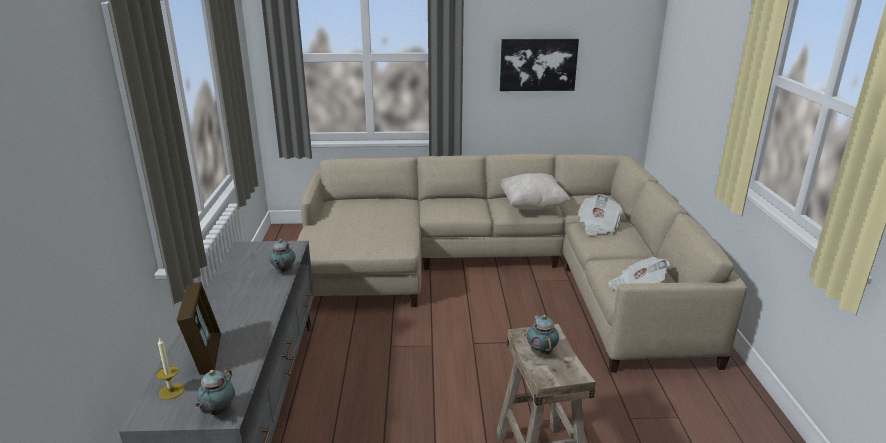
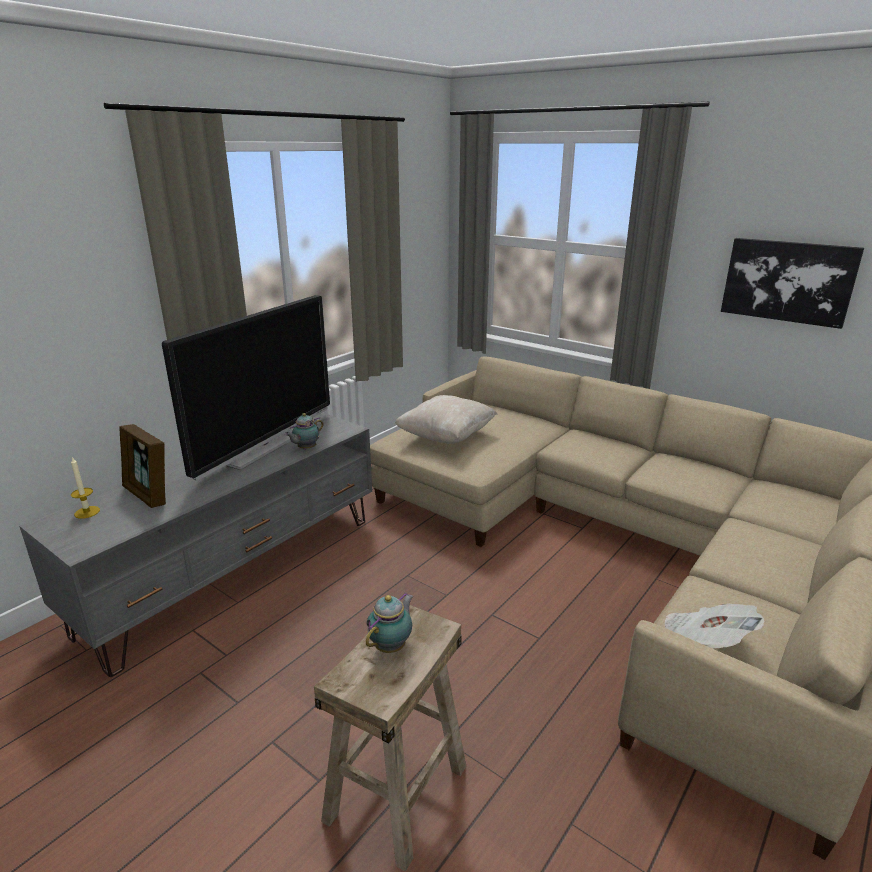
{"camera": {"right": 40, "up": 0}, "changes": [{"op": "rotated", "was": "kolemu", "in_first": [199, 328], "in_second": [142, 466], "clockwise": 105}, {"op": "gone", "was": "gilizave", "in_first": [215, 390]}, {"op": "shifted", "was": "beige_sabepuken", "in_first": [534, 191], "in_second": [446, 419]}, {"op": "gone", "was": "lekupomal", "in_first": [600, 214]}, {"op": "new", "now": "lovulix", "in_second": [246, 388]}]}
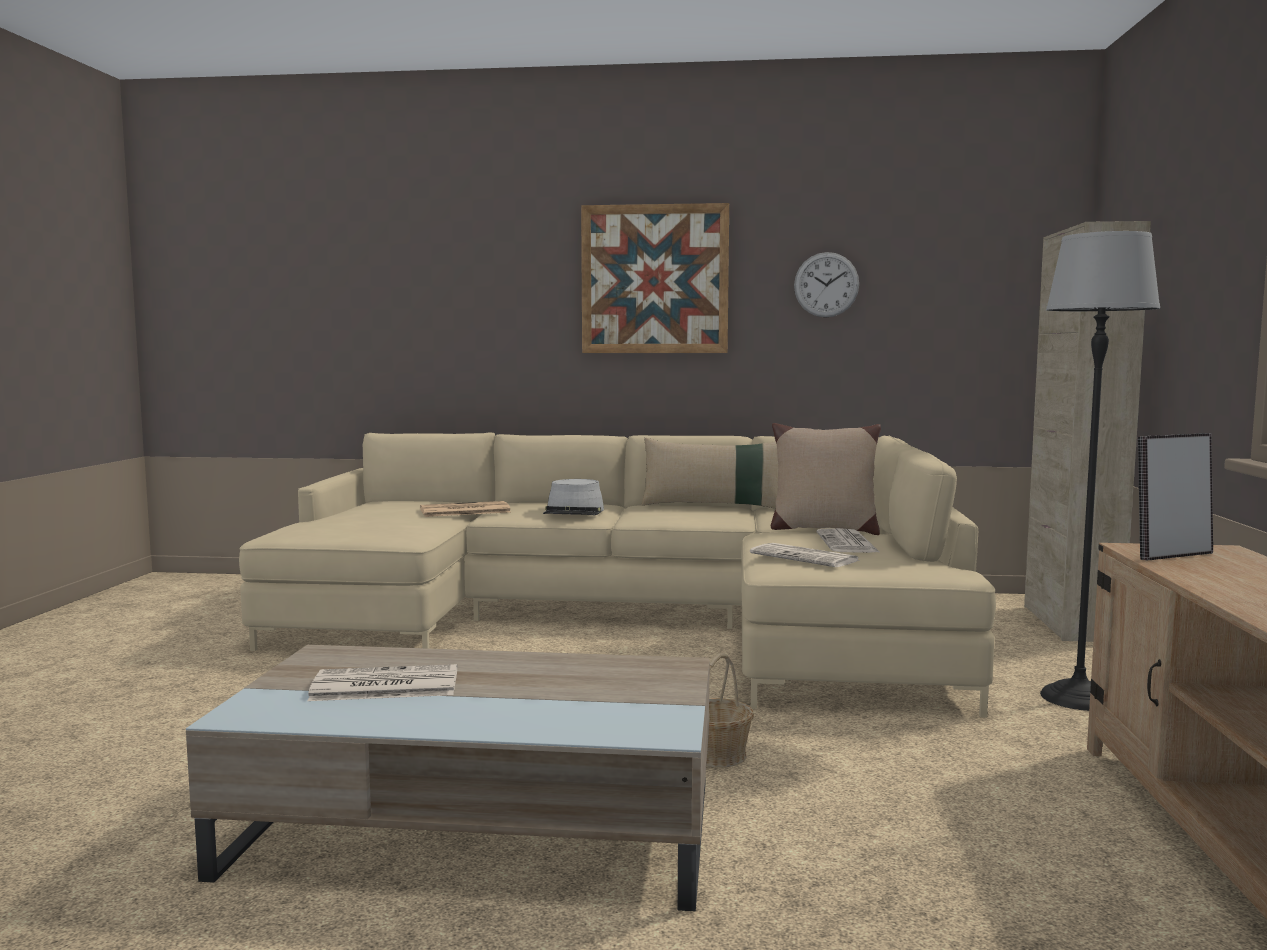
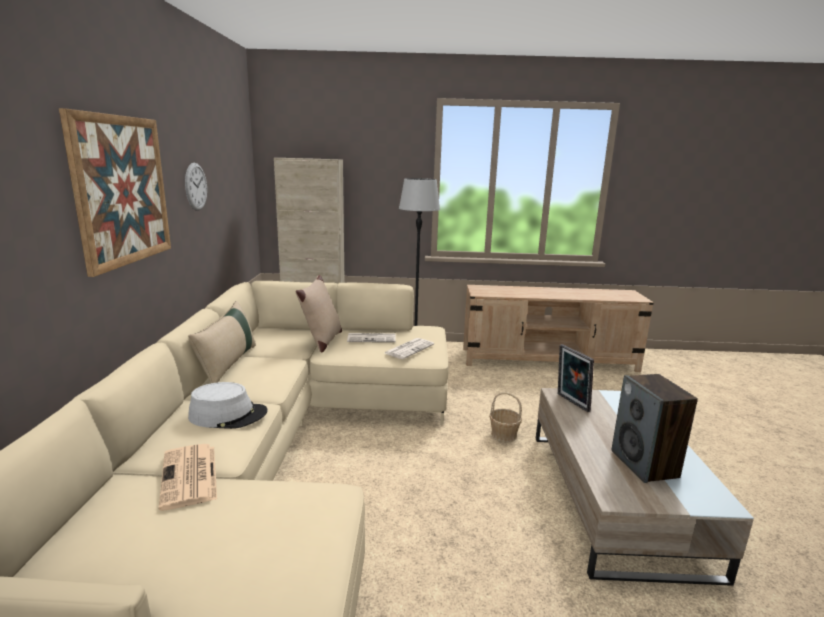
{"camera": {"right": -95, "up": 10}, "changes": [{"op": "swapped", "was": "lekupomal", "now": "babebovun", "in_first": [382, 682], "in_second": [654, 428]}, {"op": "shifted", "was": "kolemu", "in_first": [1175, 496], "in_second": [576, 378]}]}
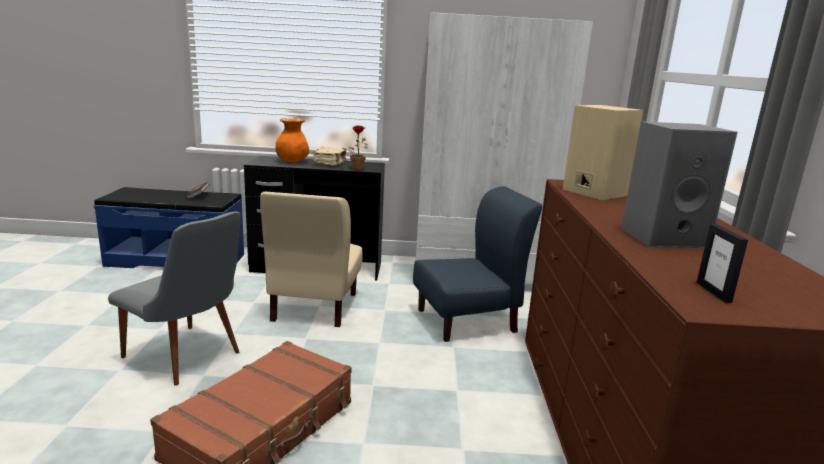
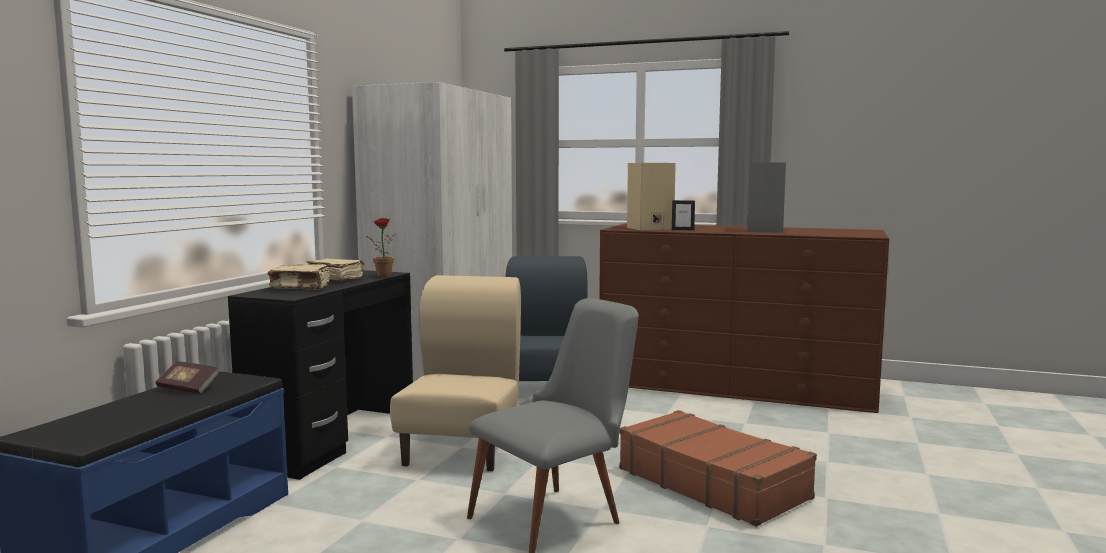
{"camera": {"right": -70, "up": -10}, "changes": [{"op": "rotated", "was": "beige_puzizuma", "in_first": [311, 259], "in_second": [455, 373], "clockwise": -105}, {"op": "swapped", "was": "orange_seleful", "now": "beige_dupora", "in_first": [292, 140], "in_second": [298, 277]}, {"op": "shifted", "was": "kolemu", "in_first": [722, 263], "in_second": [683, 215]}]}
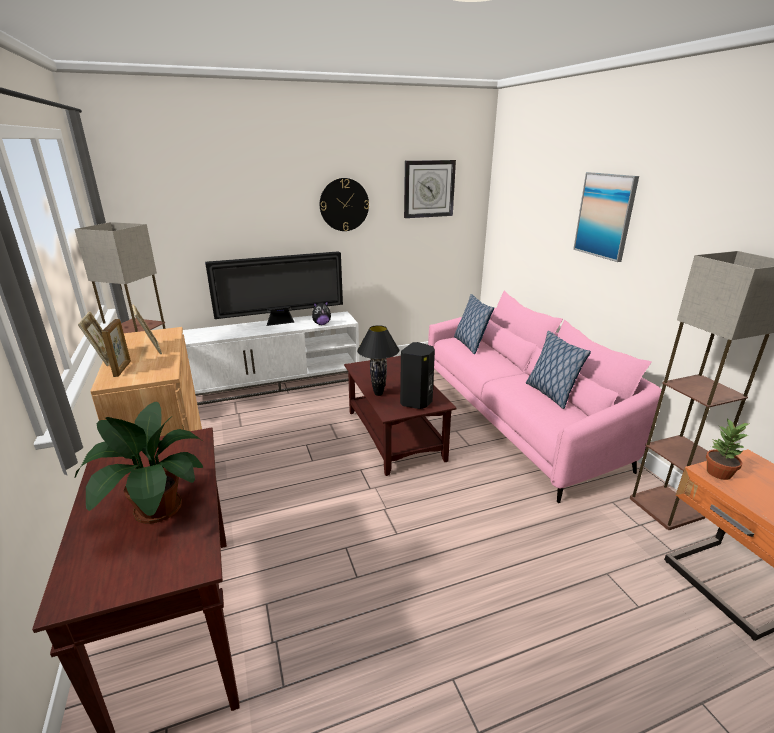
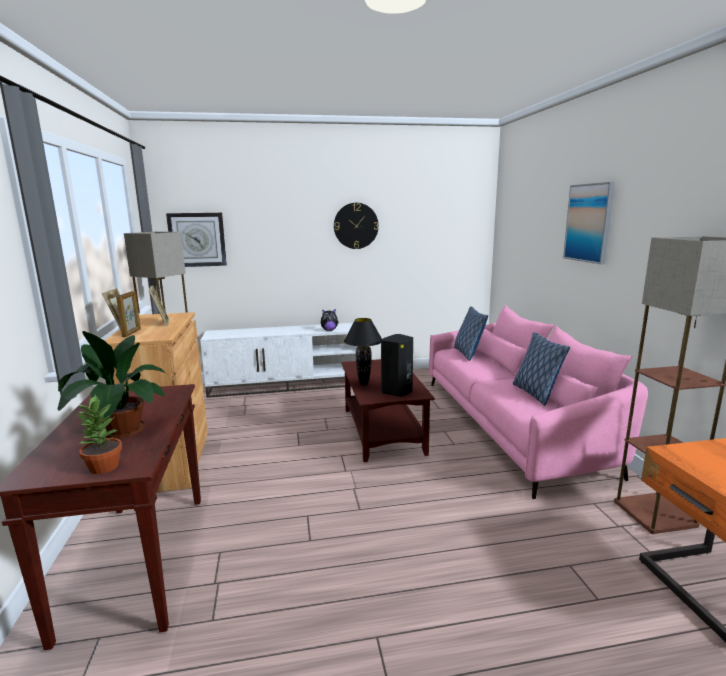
{"camera": {"right": 10, "up": -10}, "changes": [{"op": "gone", "was": "lovulix", "in_first": [274, 288]}, {"op": "shifted", "was": "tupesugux", "in_first": [430, 189], "in_second": [196, 240]}, {"op": "shifted", "was": "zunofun", "in_first": [728, 449], "in_second": [99, 434]}]}
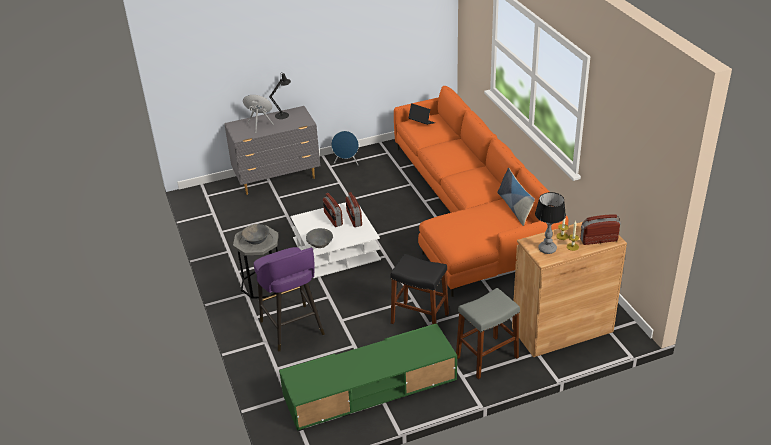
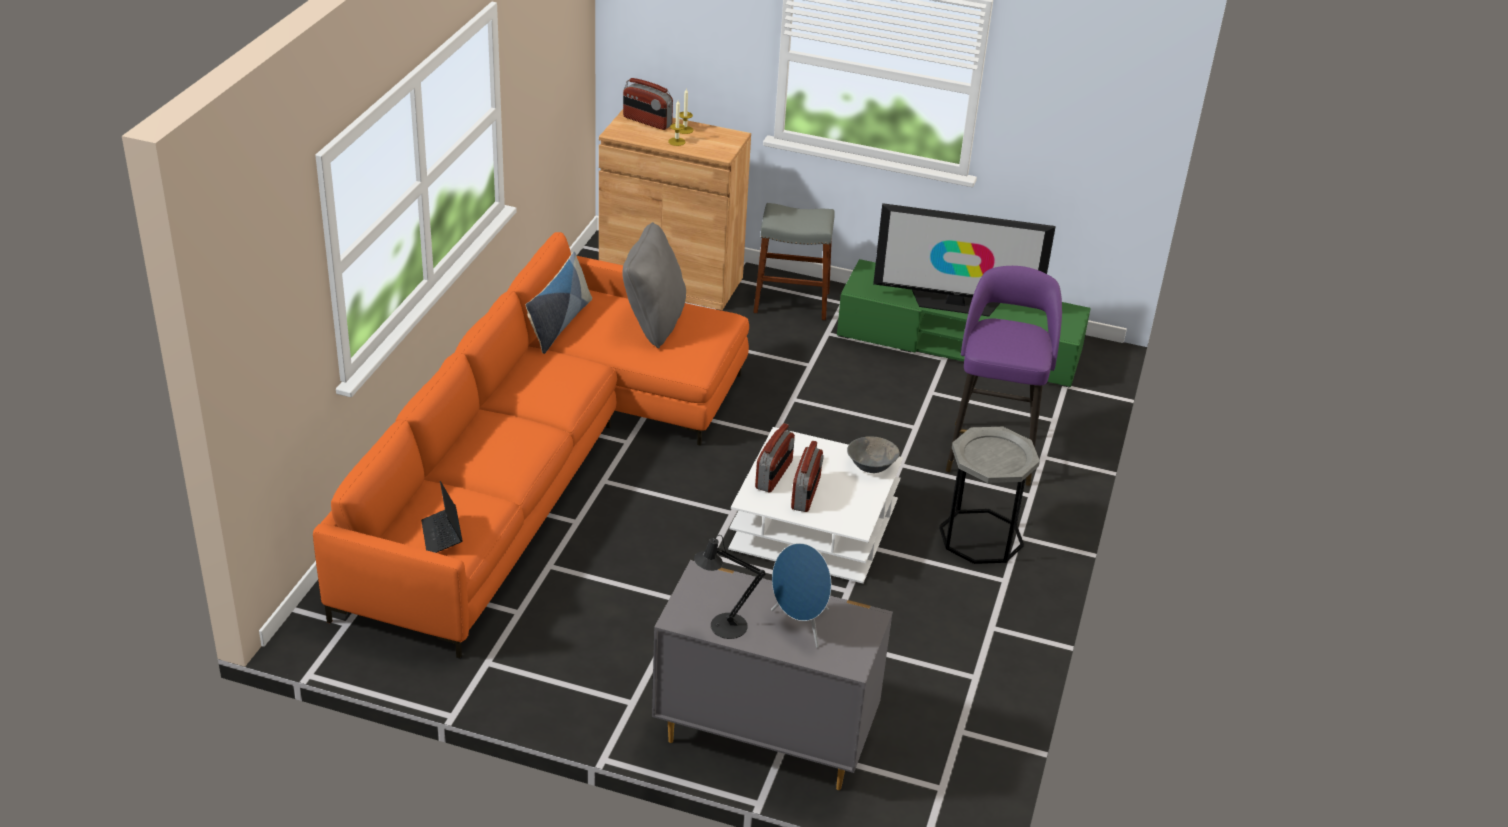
{"camera": {"right": -145, "up": 0}, "changes": [{"op": "gone", "was": "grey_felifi", "in_first": [255, 234]}, {"op": "gone", "was": "blue_babebovun", "in_first": [345, 148]}, {"op": "gone", "was": "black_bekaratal", "in_first": [419, 289]}, {"op": "gone", "was": "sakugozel", "in_first": [550, 223]}, {"op": "new", "now": "grey_sabepuken", "in_second": [654, 285]}, {"op": "new", "now": "lovulix", "in_second": [964, 259]}]}
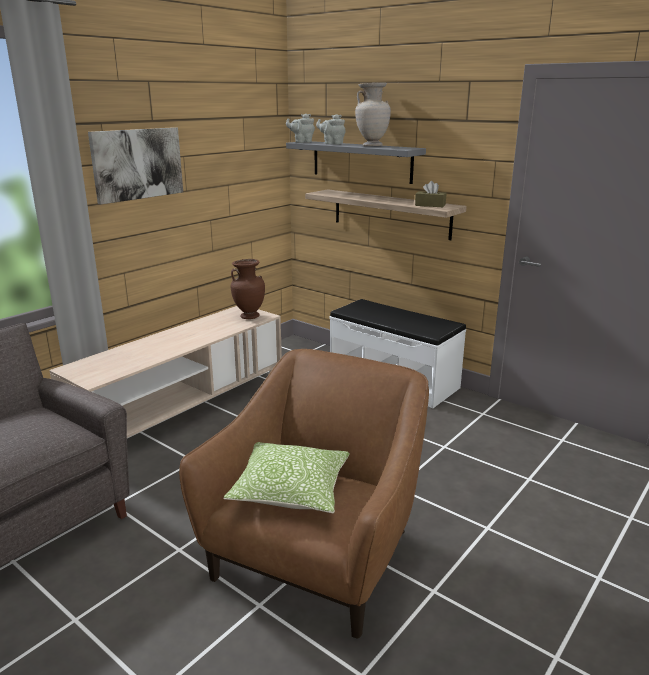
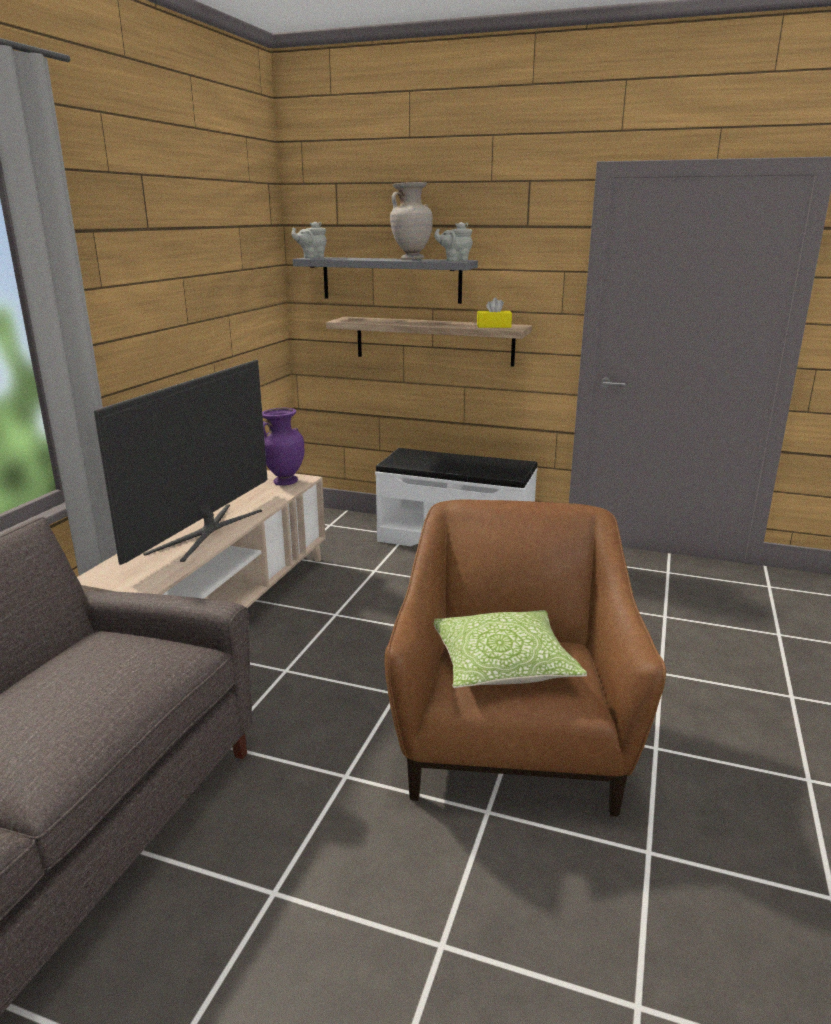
{"camera": {"right": -20, "up": 0}, "changes": [{"op": "gone", "was": "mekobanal", "in_first": [135, 165]}, {"op": "repainted", "was": "brown_seleful", "now": "purple_seleful", "in_first": [248, 289], "in_second": [283, 446]}, {"op": "shifted", "was": "grey_gilizave", "in_first": [331, 129], "in_second": [453, 241]}, {"op": "repainted", "was": "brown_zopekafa", "now": "yellow_zopekafa", "in_first": [430, 194], "in_second": [494, 313]}, {"op": "new", "now": "lovulix", "in_second": [180, 462]}]}
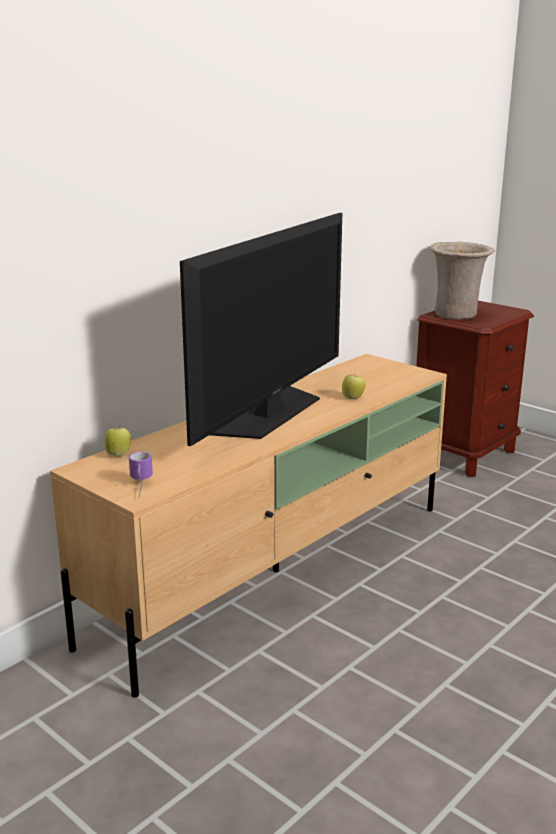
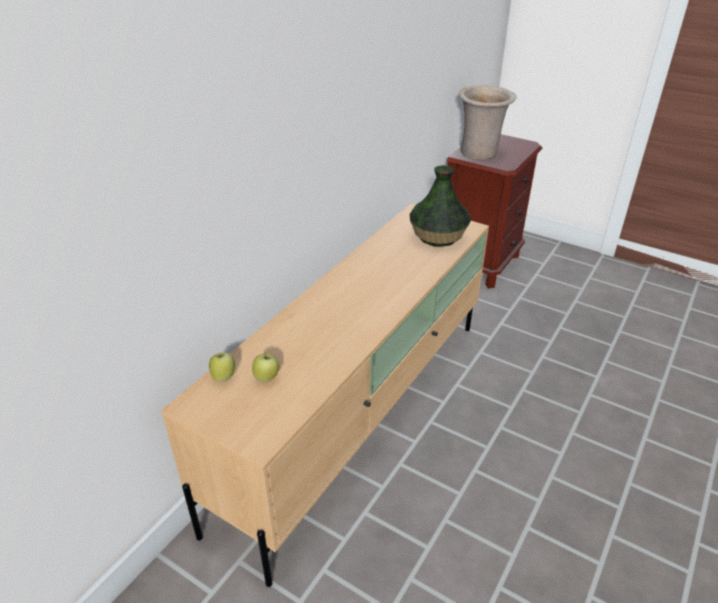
{"camera": {"right": -10, "up": 15}, "changes": [{"op": "gone", "was": "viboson", "in_first": [141, 475]}, {"op": "gone", "was": "lovulix", "in_first": [261, 329]}, {"op": "shifted", "was": "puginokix", "in_first": [354, 386], "in_second": [265, 368]}, {"op": "new", "now": "seleful", "in_second": [440, 206]}]}
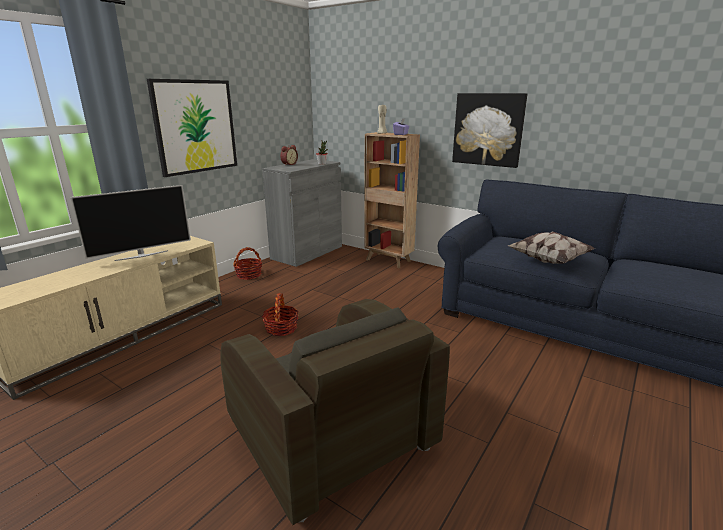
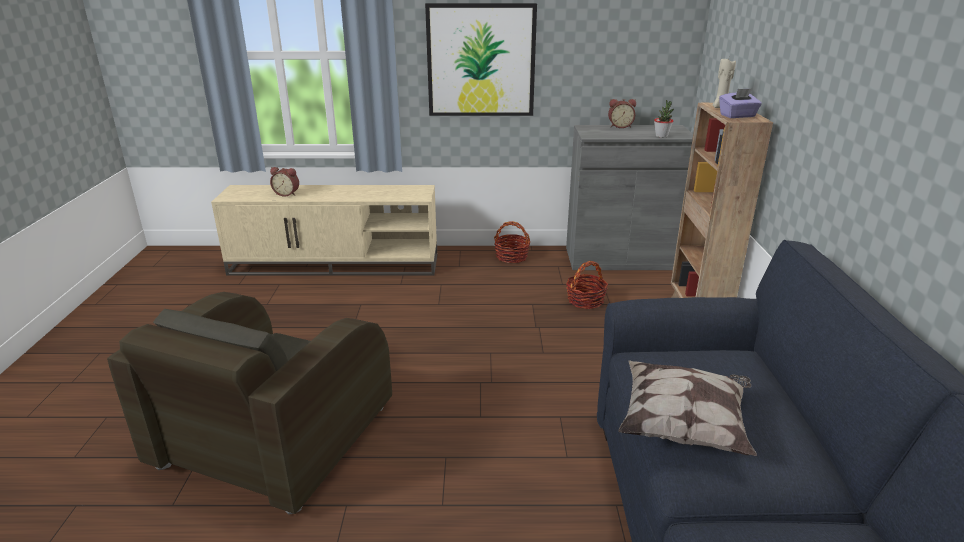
{"camera": {"right": 55, "up": 5}, "changes": [{"op": "gone", "was": "lovulix", "in_first": [130, 223]}, {"op": "shifted", "was": "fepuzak", "in_first": [280, 314], "in_second": [587, 285]}, {"op": "gone", "was": "mekobanal", "in_first": [489, 130]}, {"op": "new", "now": "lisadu", "in_second": [284, 182]}]}
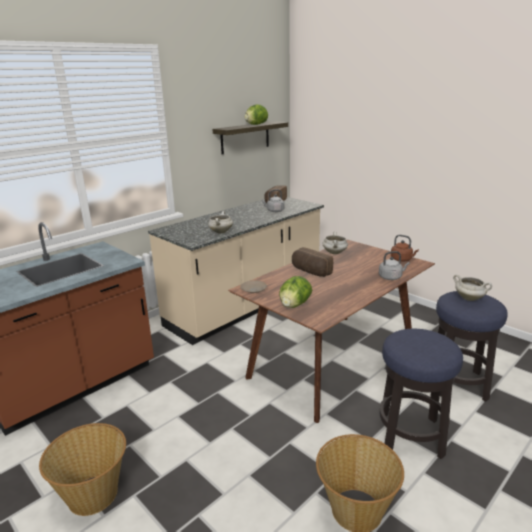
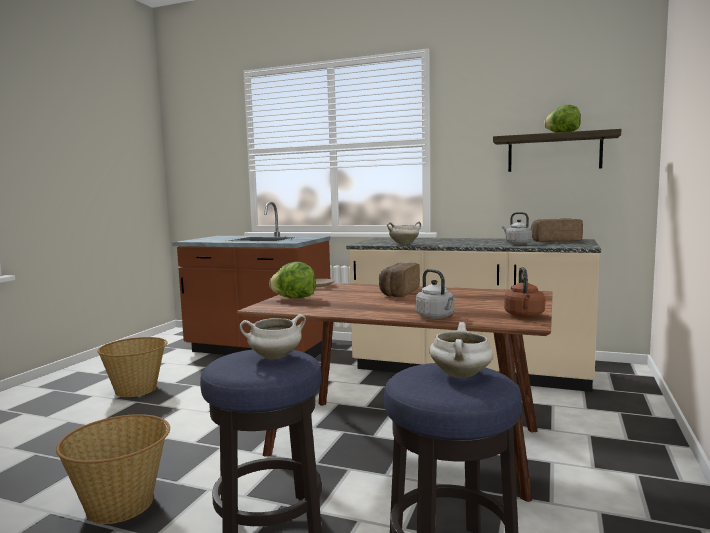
{"camera": {"right": 65, "up": -15}, "changes": [{"op": "shifted", "was": "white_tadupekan", "in_first": [335, 242], "in_second": [273, 336]}]}
